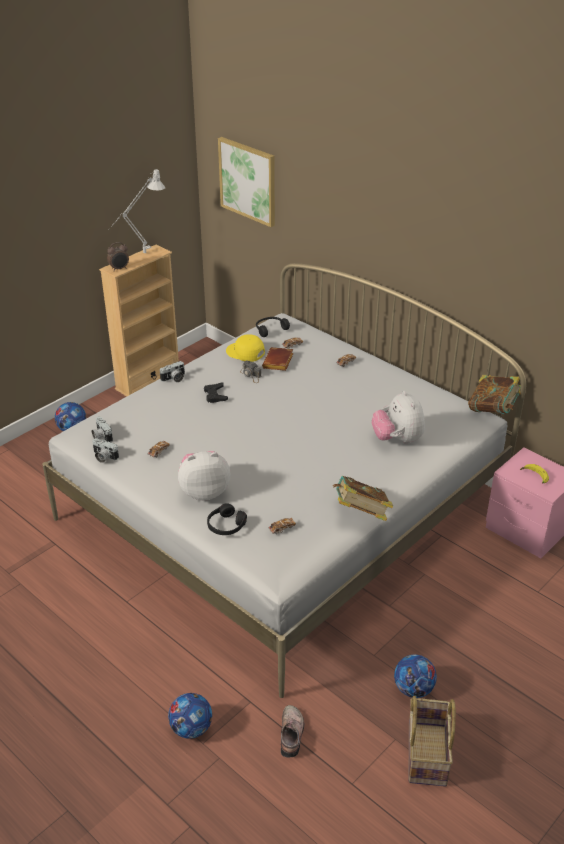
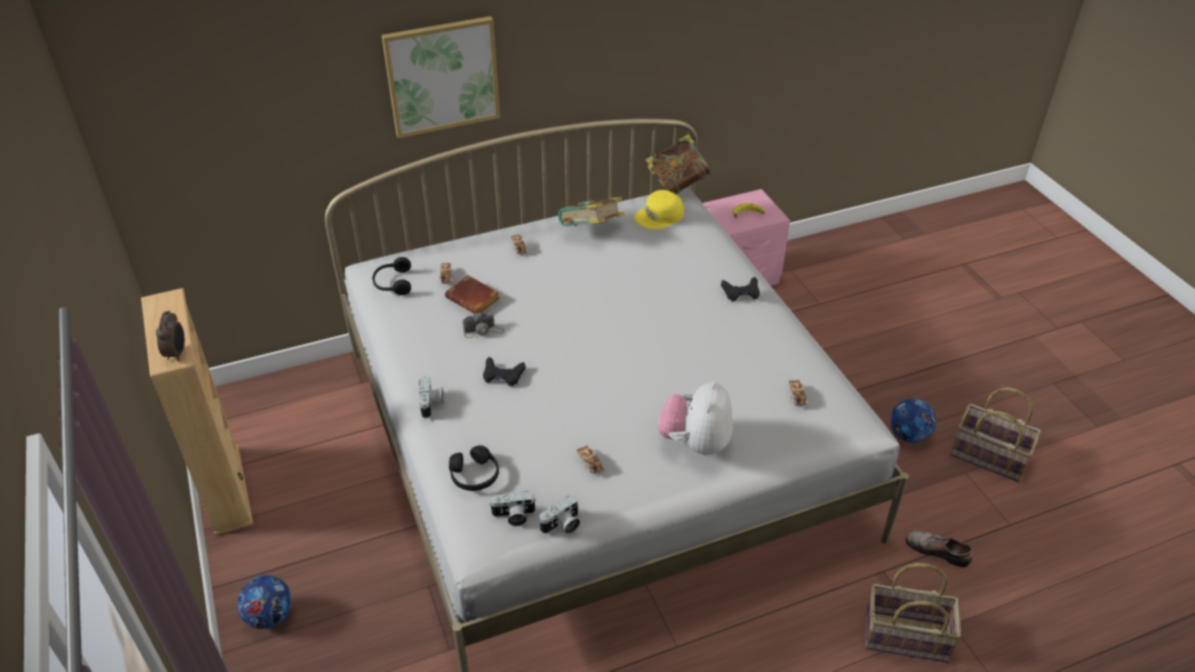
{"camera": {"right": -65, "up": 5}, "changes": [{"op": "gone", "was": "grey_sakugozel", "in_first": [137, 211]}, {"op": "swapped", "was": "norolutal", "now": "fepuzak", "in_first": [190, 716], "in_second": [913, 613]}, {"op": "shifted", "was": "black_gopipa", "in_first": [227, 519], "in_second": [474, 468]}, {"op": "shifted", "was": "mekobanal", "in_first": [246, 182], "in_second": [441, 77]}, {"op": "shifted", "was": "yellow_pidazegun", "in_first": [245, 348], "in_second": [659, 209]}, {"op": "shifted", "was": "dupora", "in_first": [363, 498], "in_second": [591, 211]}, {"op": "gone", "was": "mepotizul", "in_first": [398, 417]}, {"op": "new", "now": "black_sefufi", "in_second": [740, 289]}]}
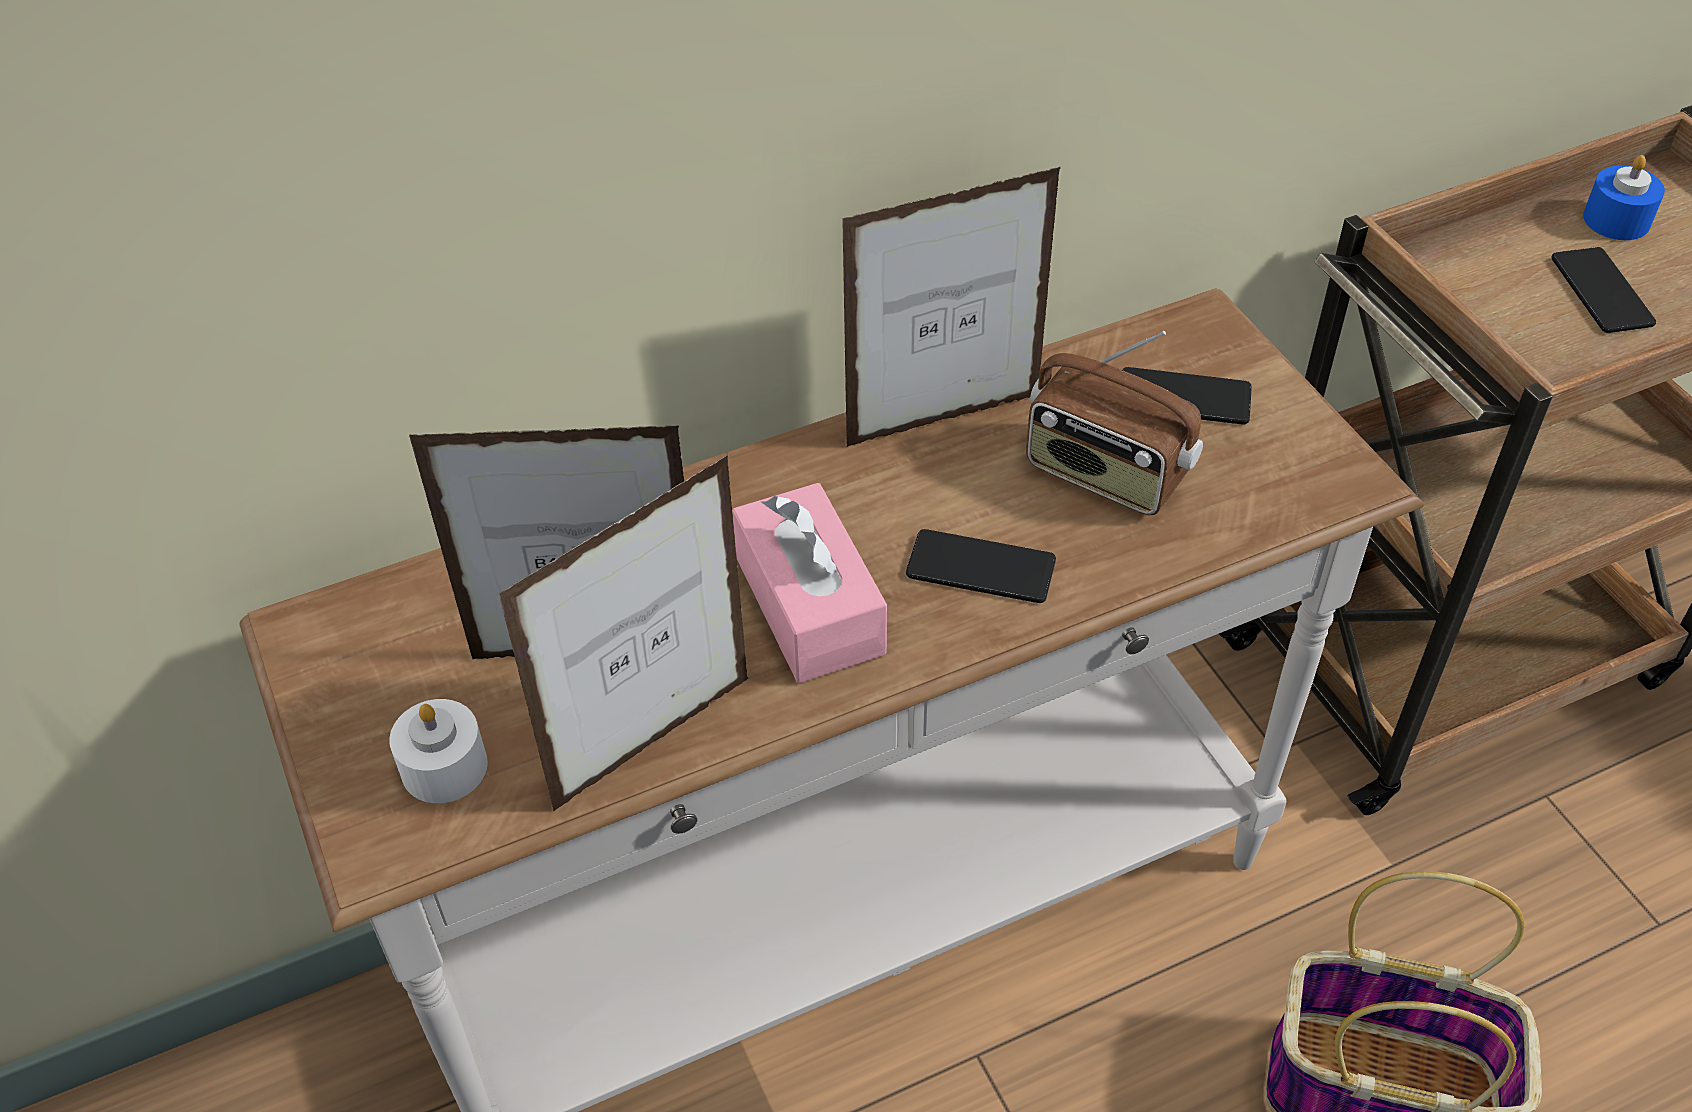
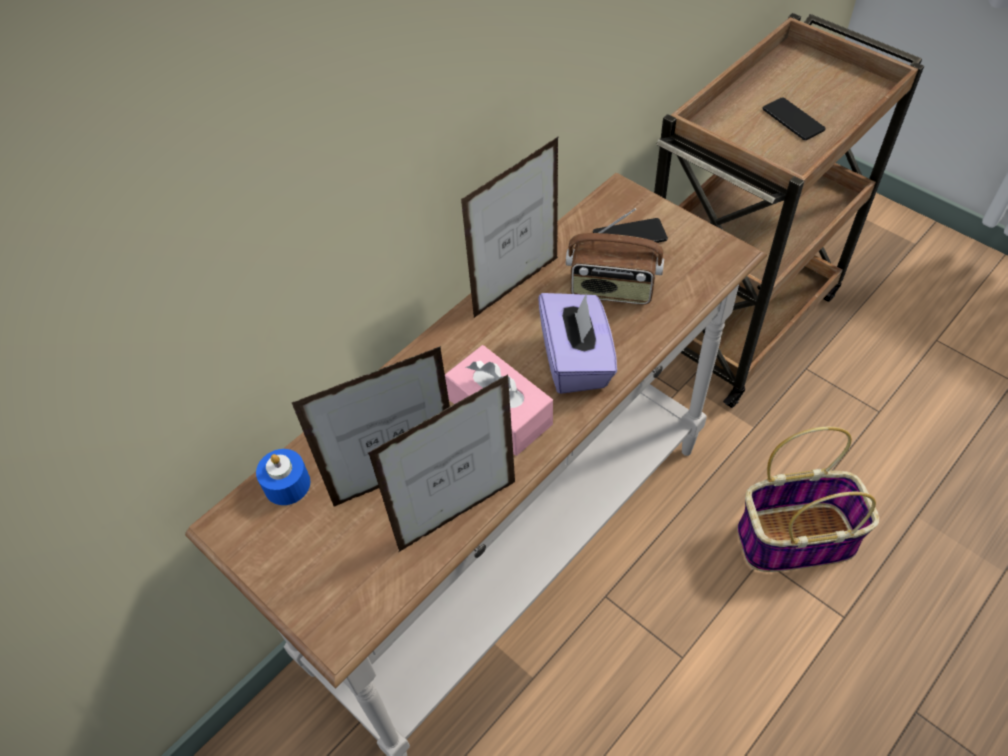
{"camera": {"right": -20, "up": 5}, "changes": [{"op": "gone", "was": "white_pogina", "in_first": [438, 751]}, {"op": "rotated", "was": "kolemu", "in_first": [624, 633], "in_second": [441, 463], "clockwise": -150}, {"op": "swapped", "was": "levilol", "now": "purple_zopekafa", "in_first": [981, 566], "in_second": [577, 343]}, {"op": "shifted", "was": "blue_pogina", "in_first": [1624, 197], "in_second": [283, 477]}]}
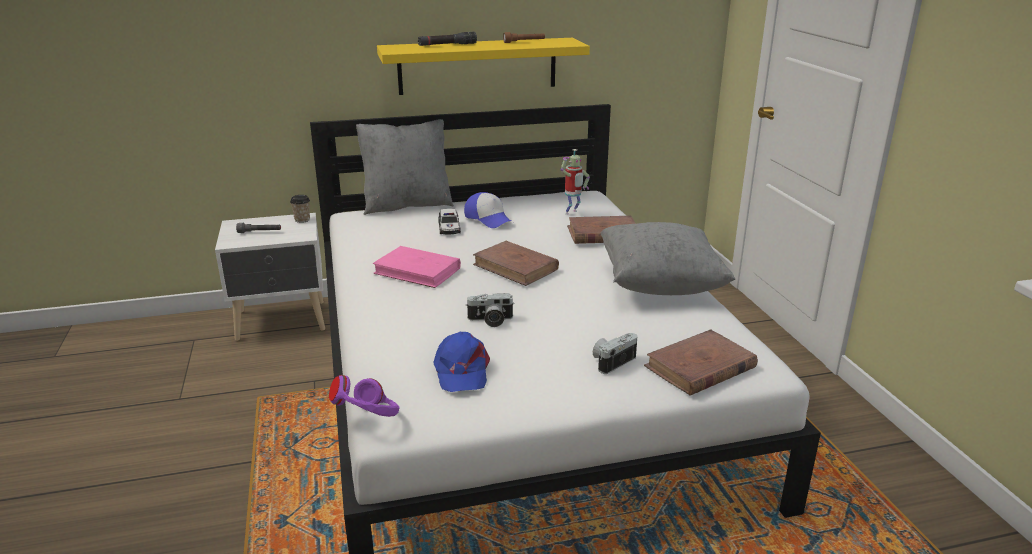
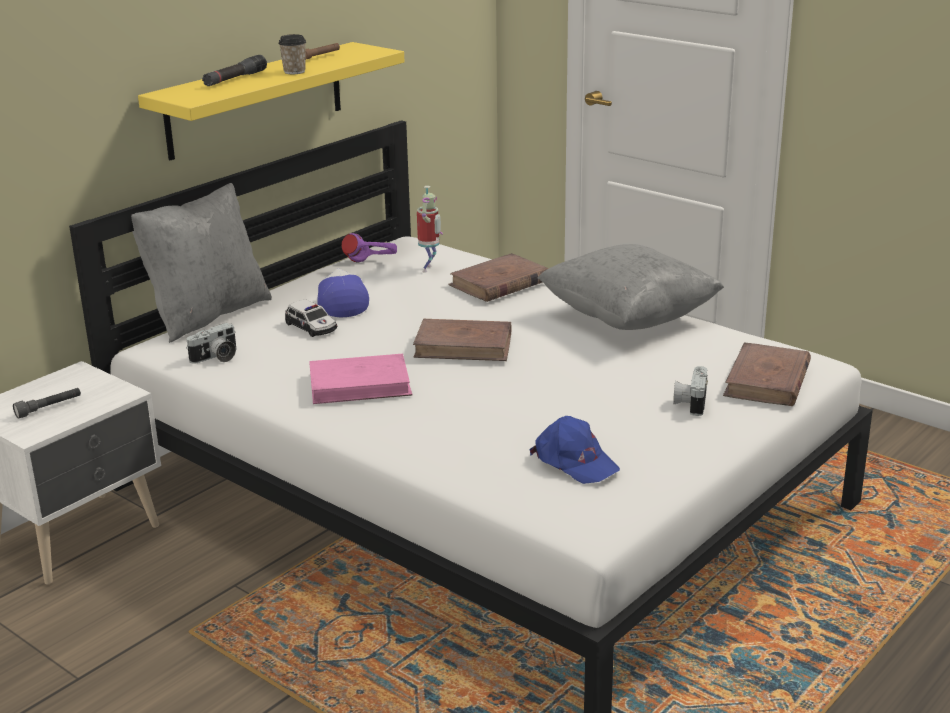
{"camera": {"right": -35, "up": 0}, "changes": [{"op": "shifted", "was": "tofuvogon", "in_first": [300, 209], "in_second": [292, 54]}, {"op": "shifted", "was": "purple_gopipa", "in_first": [364, 396], "in_second": [369, 247]}, {"op": "rotated", "was": "pidazegun", "in_first": [488, 210], "in_second": [343, 292], "clockwise": -120}, {"op": "shifted", "was": "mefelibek", "in_first": [490, 310], "in_second": [211, 343]}]}
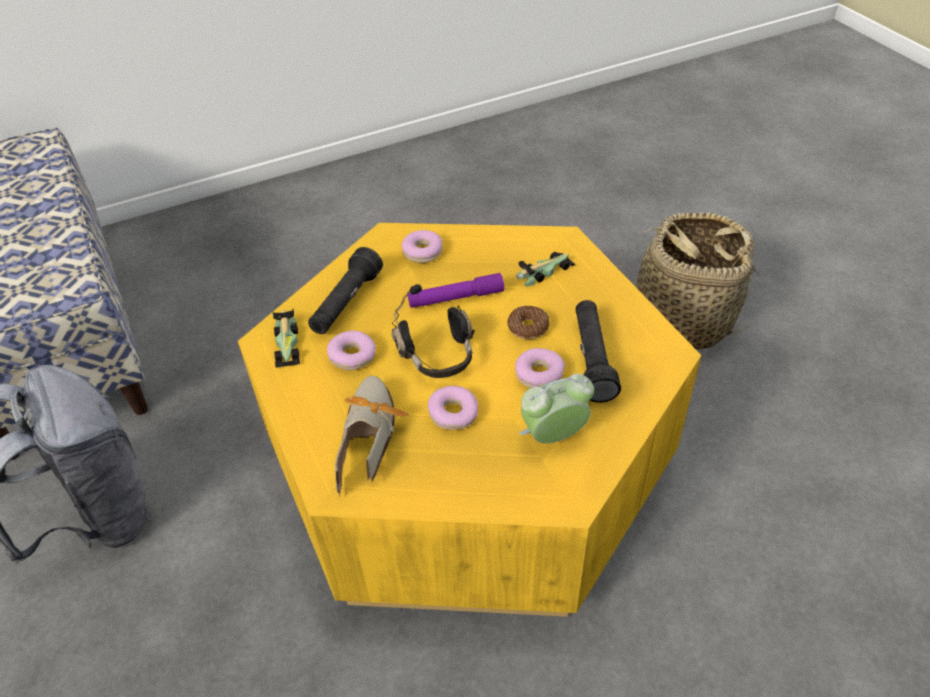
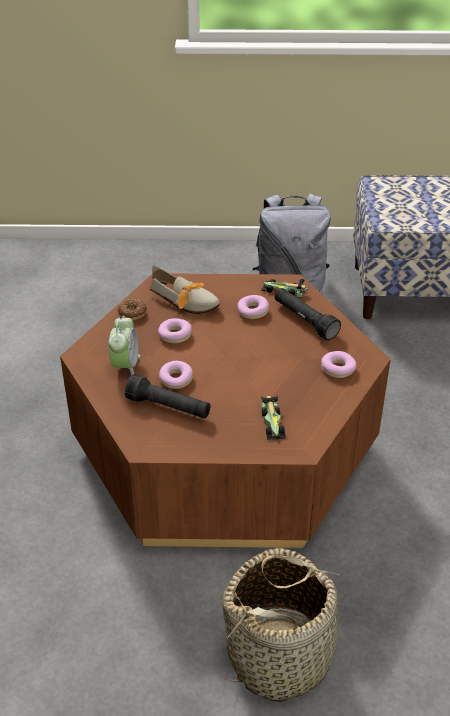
{"camera": {"right": 115, "up": -5}, "changes": [{"op": "repainted", "was": "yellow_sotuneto", "now": "brown_sotuneto", "in_first": [469, 420], "in_second": [225, 410]}, {"op": "gone", "was": "black_gopipa", "in_first": [433, 331]}, {"op": "gone", "was": "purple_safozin", "in_first": [456, 290]}, {"op": "shifted", "was": "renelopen", "in_first": [528, 322], "in_second": [132, 309]}]}
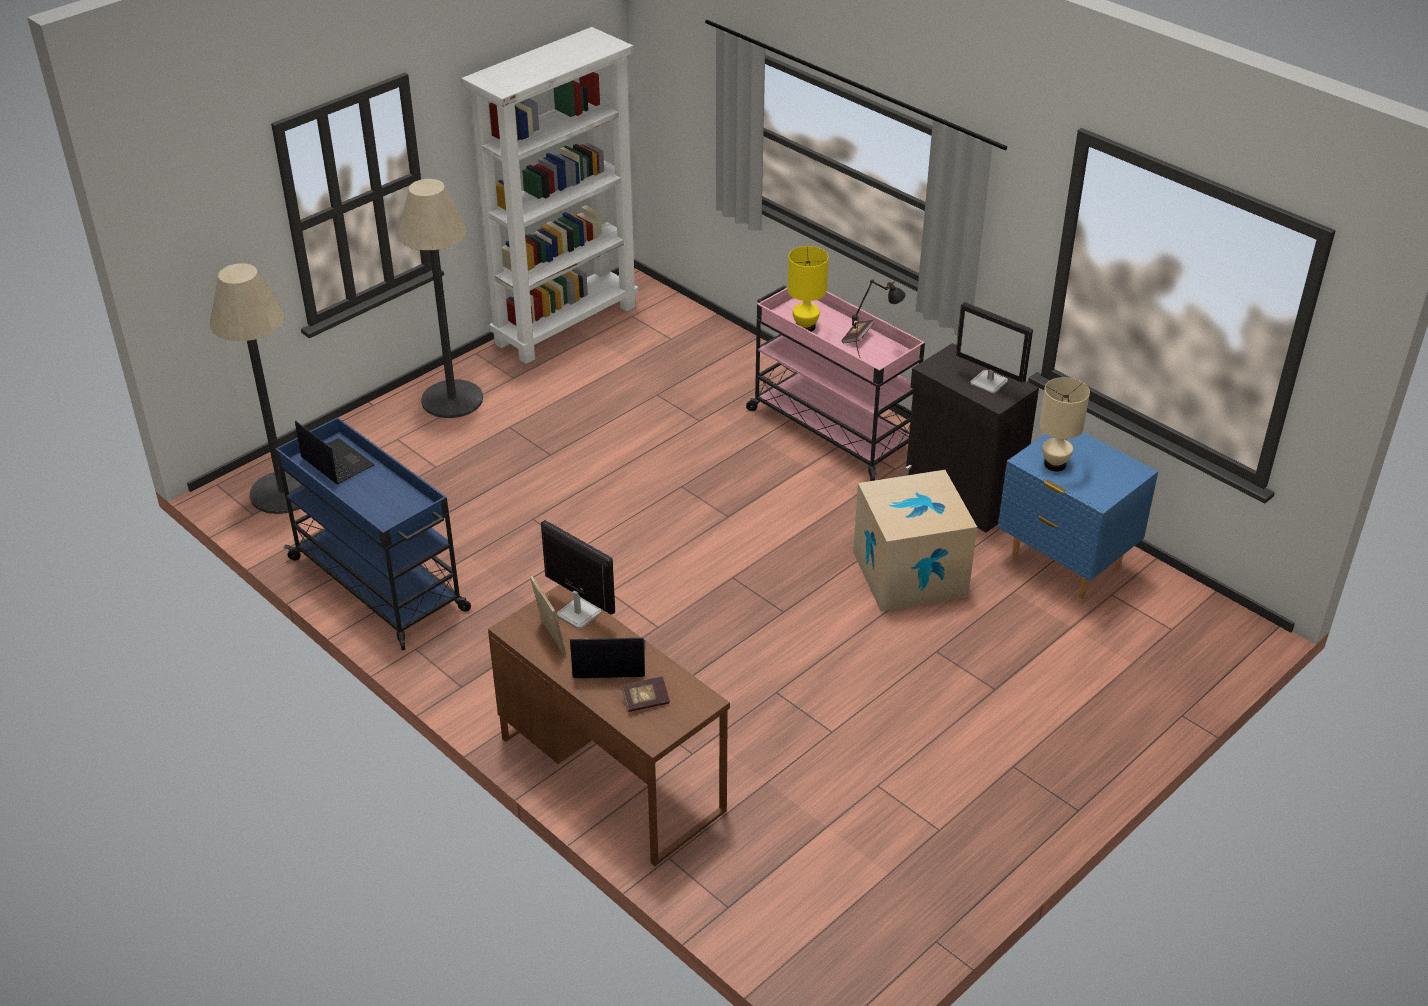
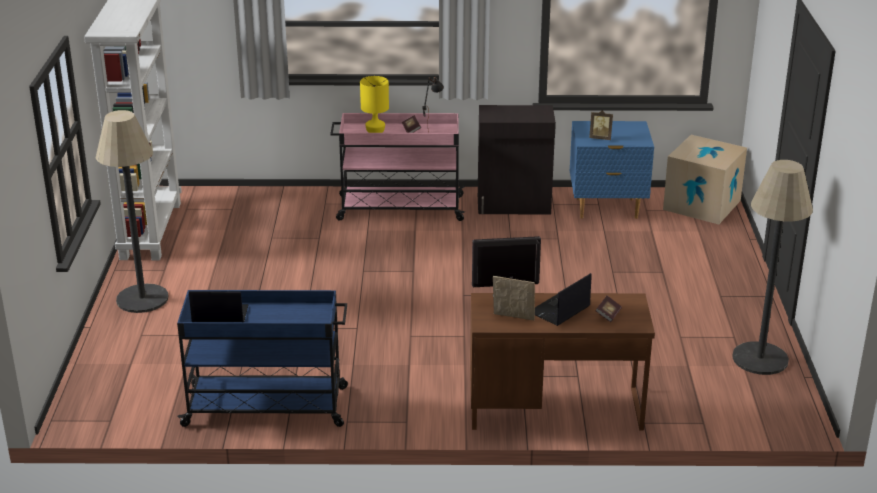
{"camera": {"right": -45, "up": -10}, "changes": [{"op": "shifted", "was": "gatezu", "in_first": [256, 388], "in_second": [772, 267]}, {"op": "shifted", "was": "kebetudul", "in_first": [915, 541], "in_second": [705, 179]}, {"op": "gone", "was": "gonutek", "in_first": [994, 347]}, {"op": "swapped", "was": "beige_sakugozel", "now": "kolemu", "in_first": [1064, 424], "in_second": [601, 125]}]}
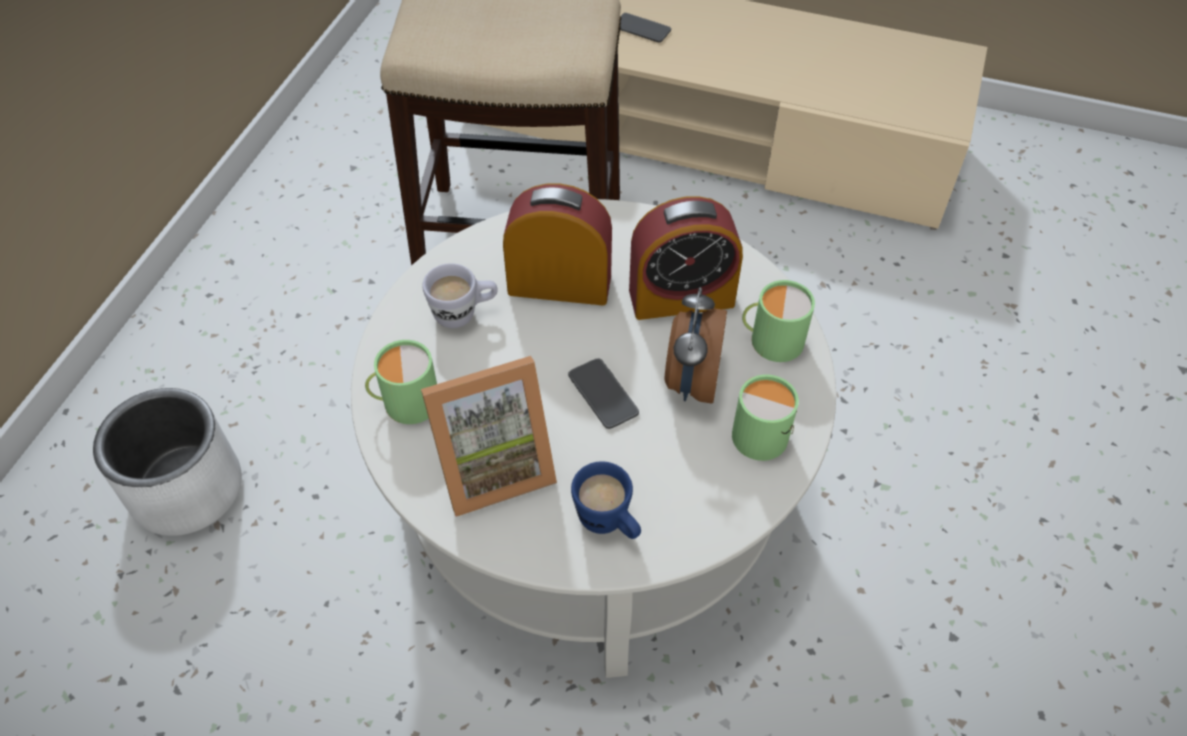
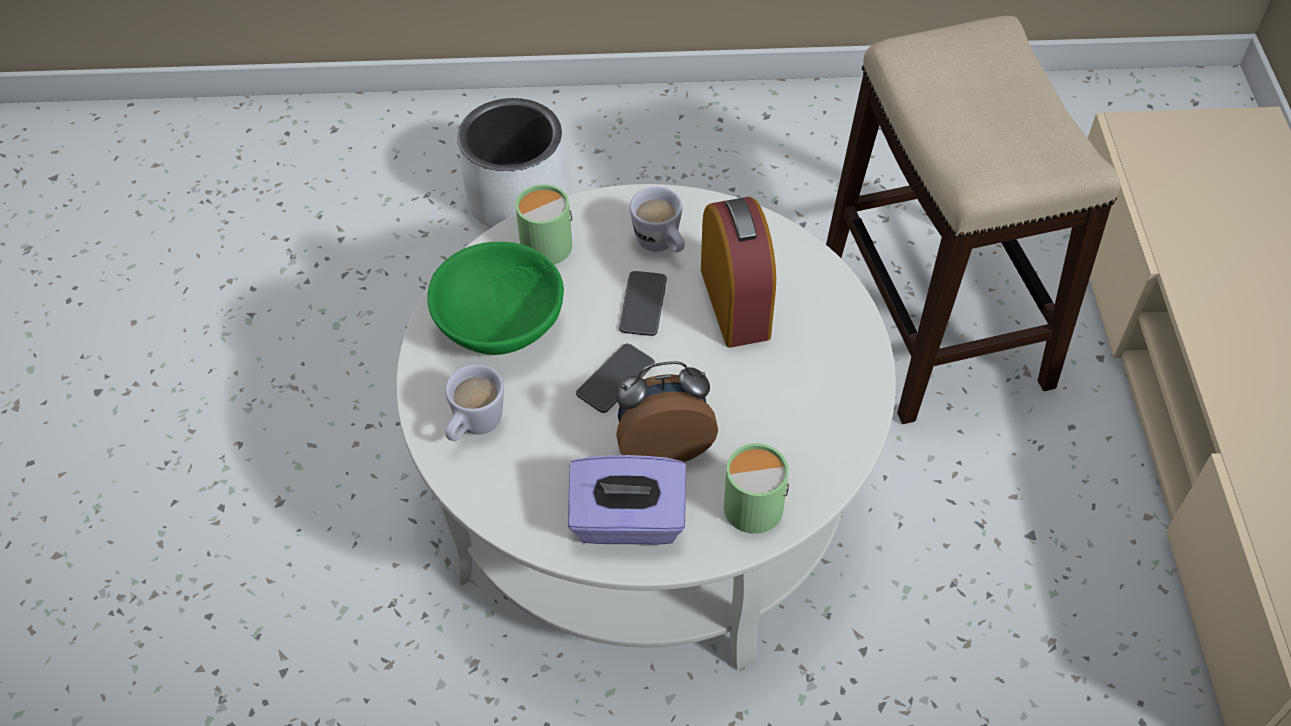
{"camera": {"right": 70, "up": 0}, "changes": [{"op": "swapped", "was": "kolemu", "now": "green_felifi", "in_first": [489, 436], "in_second": [495, 298]}, {"op": "repainted", "was": "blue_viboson", "now": "white_viboson", "in_first": [606, 500], "in_second": [474, 402]}, {"op": "shifted", "was": "levilol", "in_first": [645, 27], "in_second": [643, 303]}, {"op": "gone", "was": "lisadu", "in_first": [686, 258]}, {"op": "swapped", "was": "green_viboson", "now": "purple_zopekafa", "in_first": [765, 417], "in_second": [627, 500]}]}
